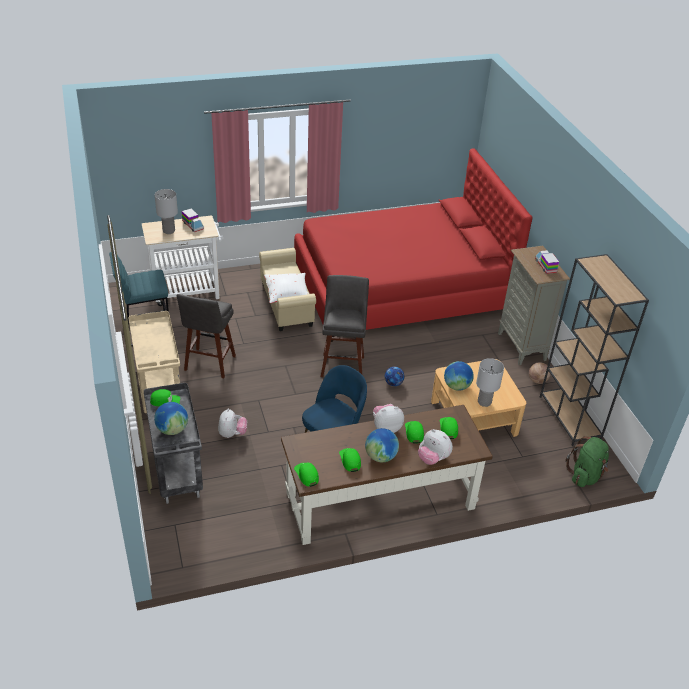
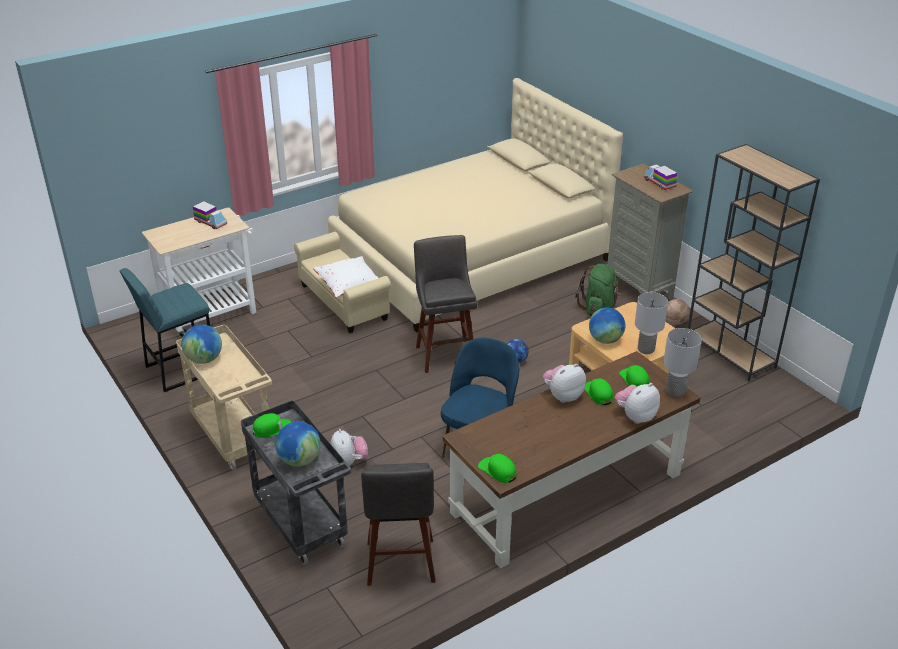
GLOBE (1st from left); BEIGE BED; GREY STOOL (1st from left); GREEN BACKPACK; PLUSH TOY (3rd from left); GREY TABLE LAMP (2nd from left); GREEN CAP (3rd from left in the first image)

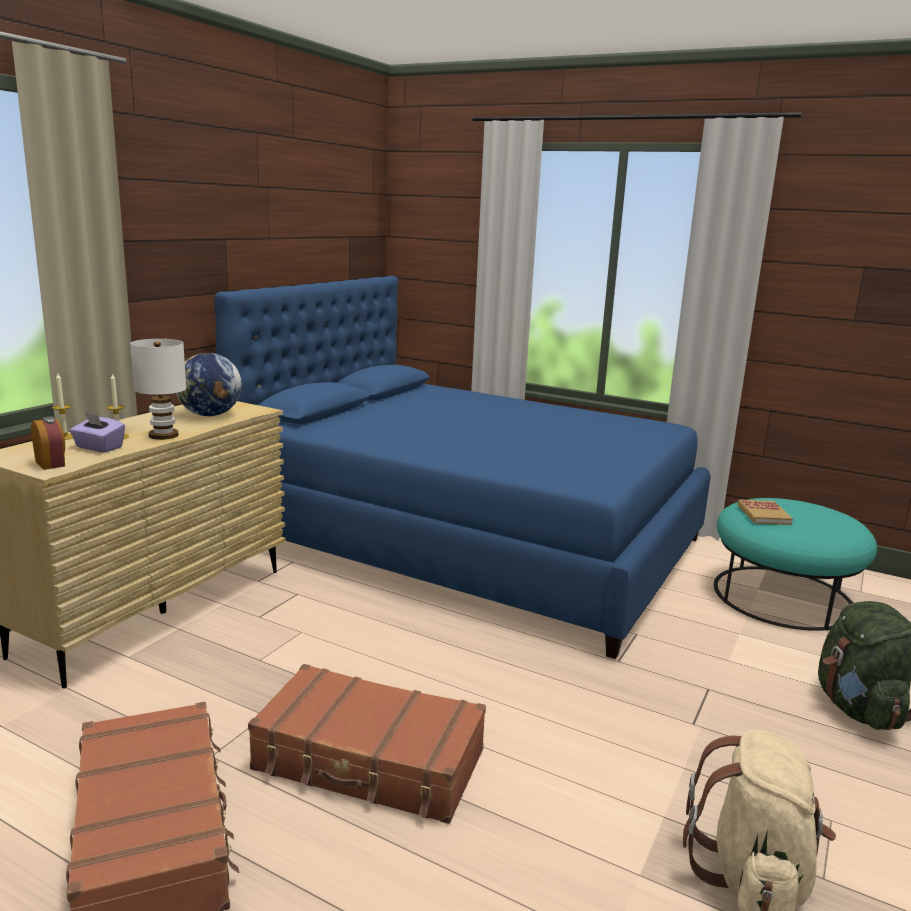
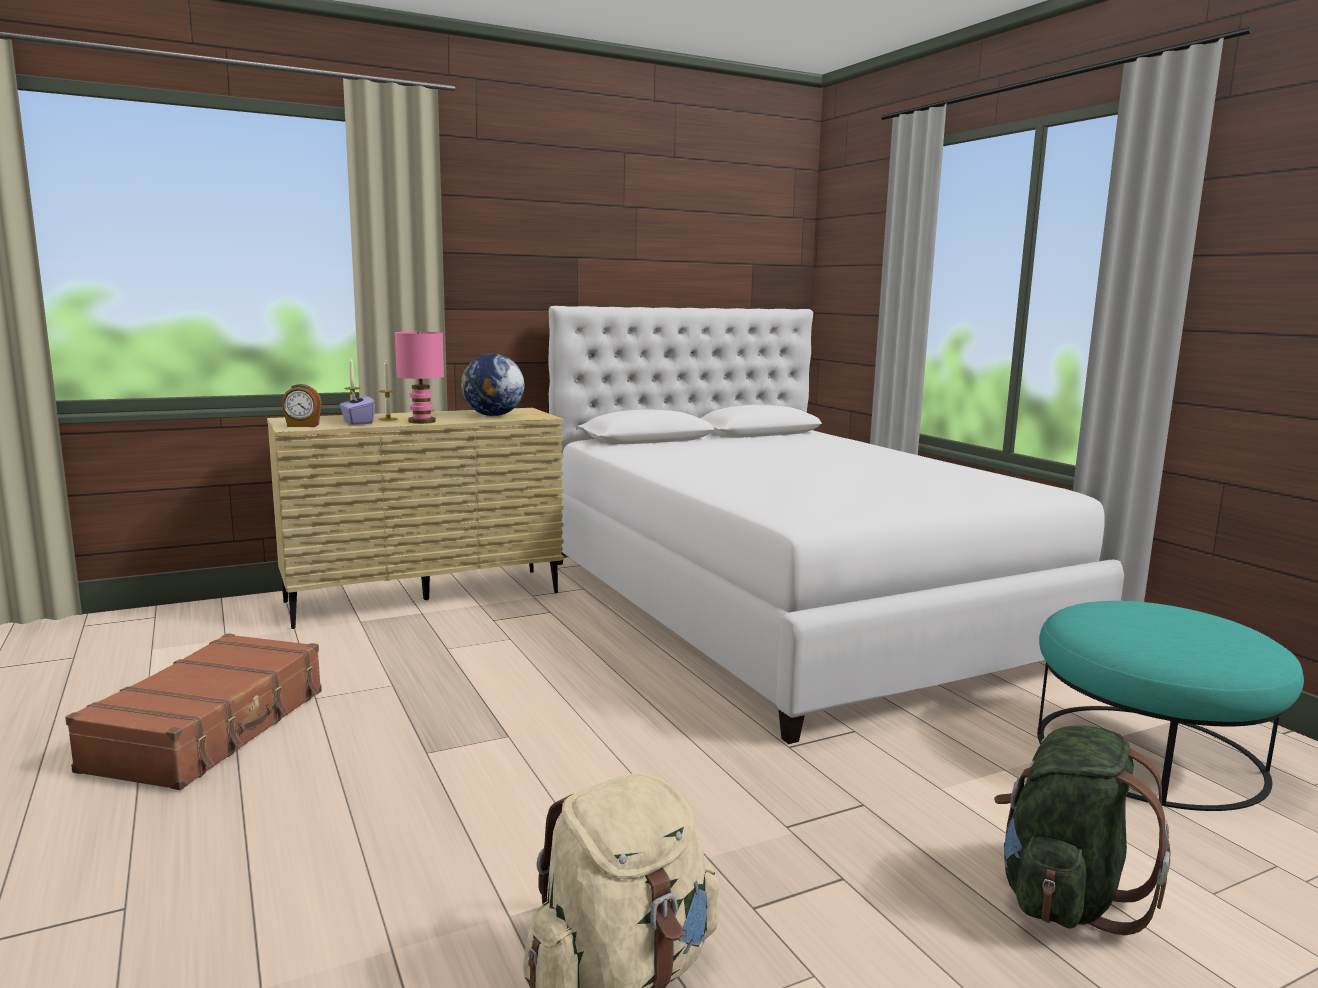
ALARM CLOCK; PINK TABLE LAMP; WHITE BED; BROWN SUITCASE (2nd from left in the first image); BOOK

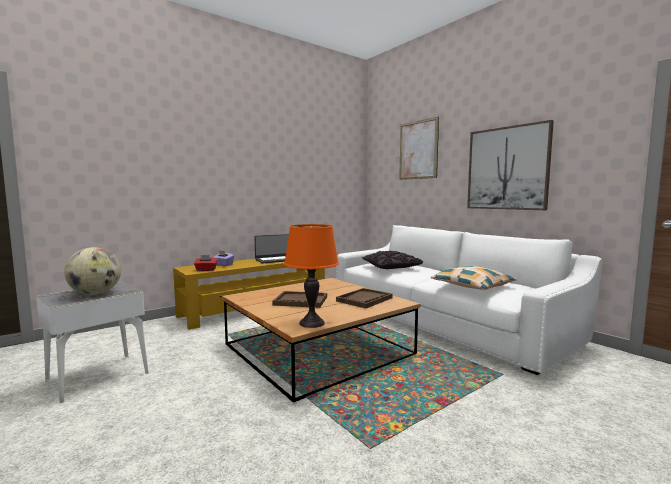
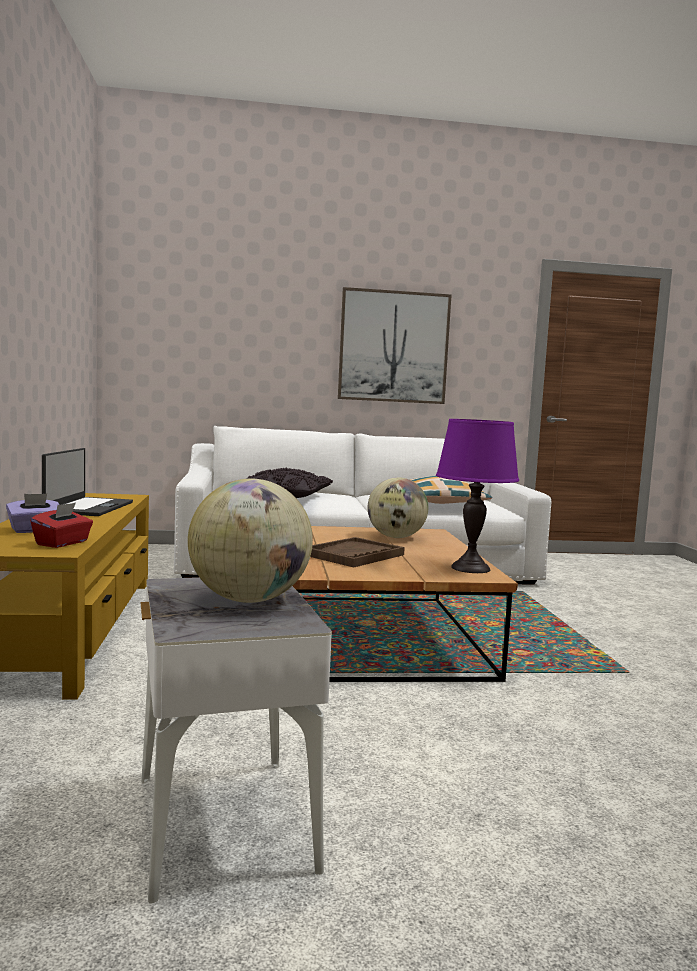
GLOBE (2nd from left); PURPLE TABLE LAMP; PICTURE (1st from left in the first image)

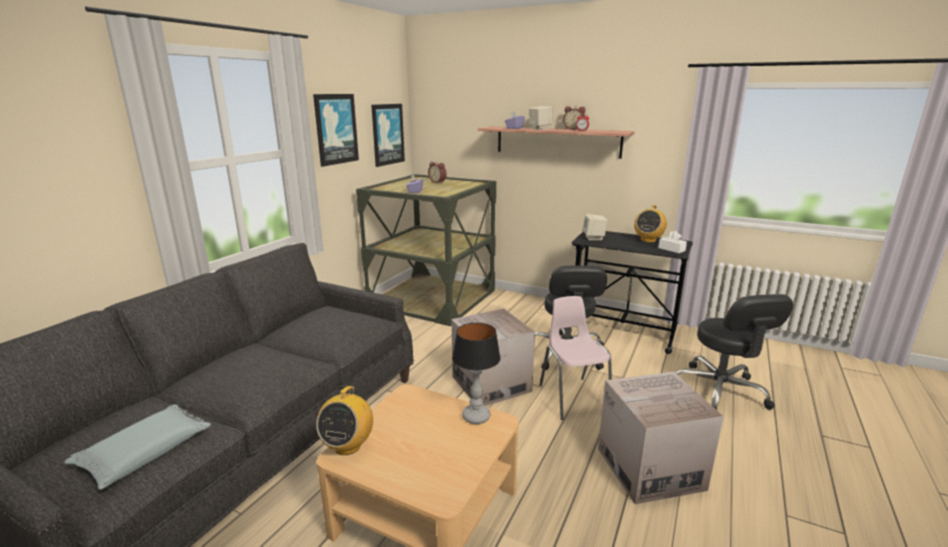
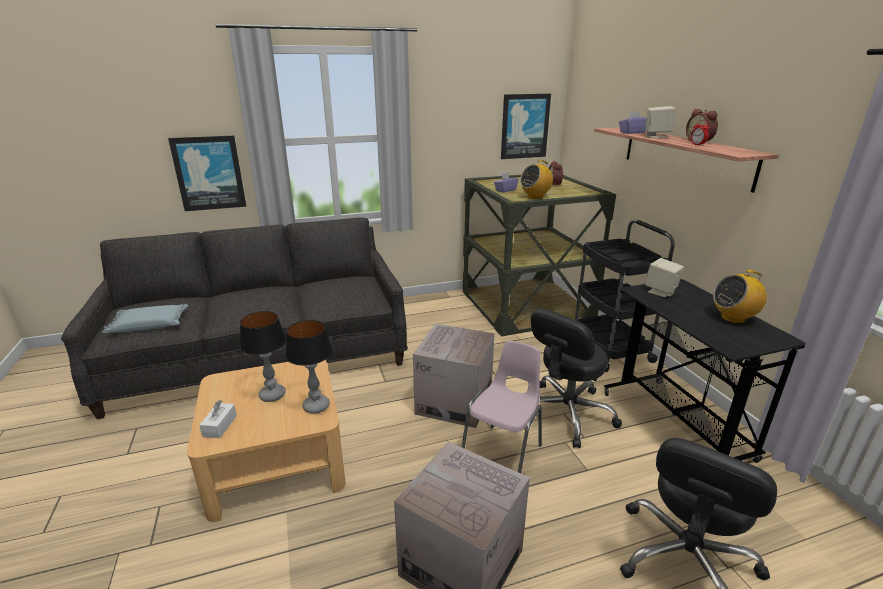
PICTURE (1st from left); WHITE TISSUE BOX; TABLE LAMP (1st from left); RADIO (1st from left); BLACK CART

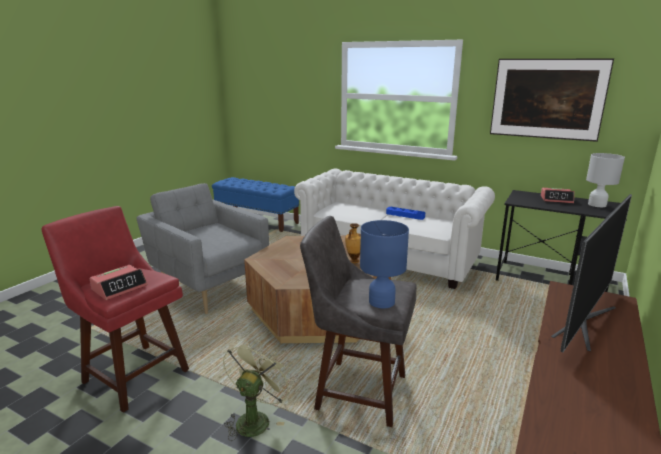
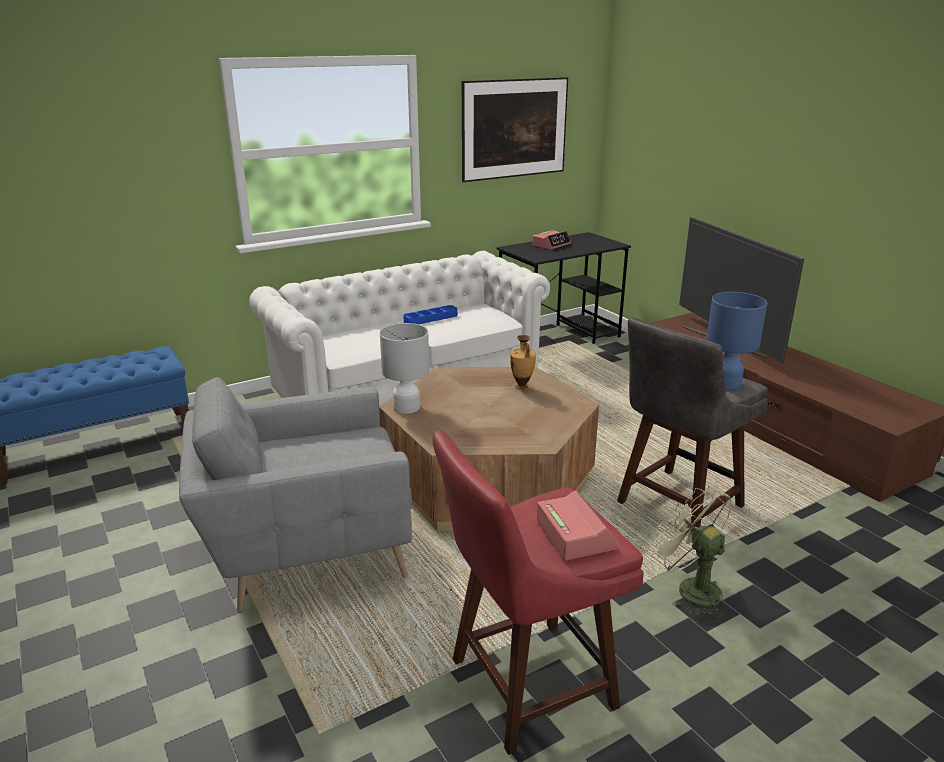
GREY TABLE LAMP

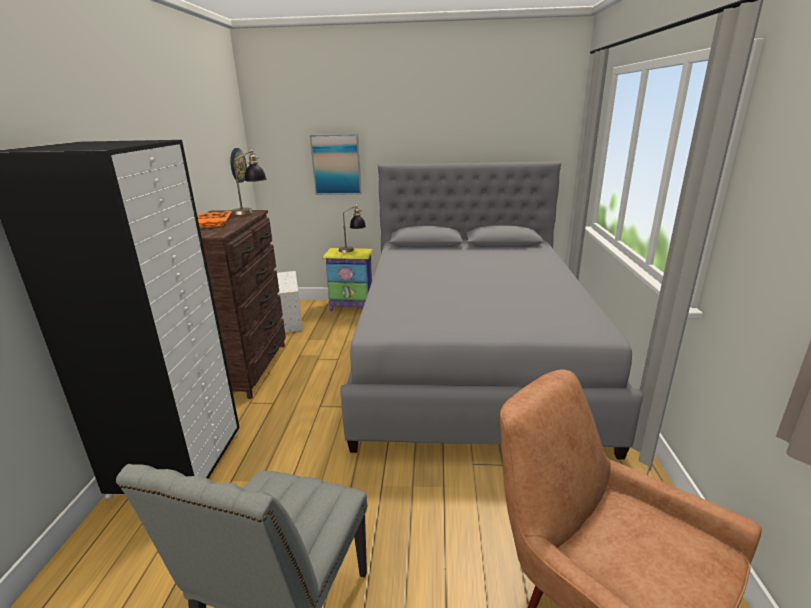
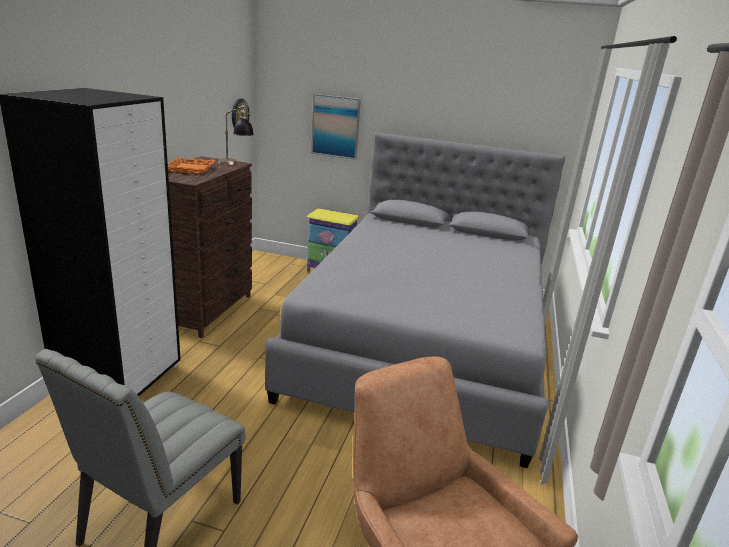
WHITE STORAGE BOX; TABLE LAMP (2nd from left in the first image)

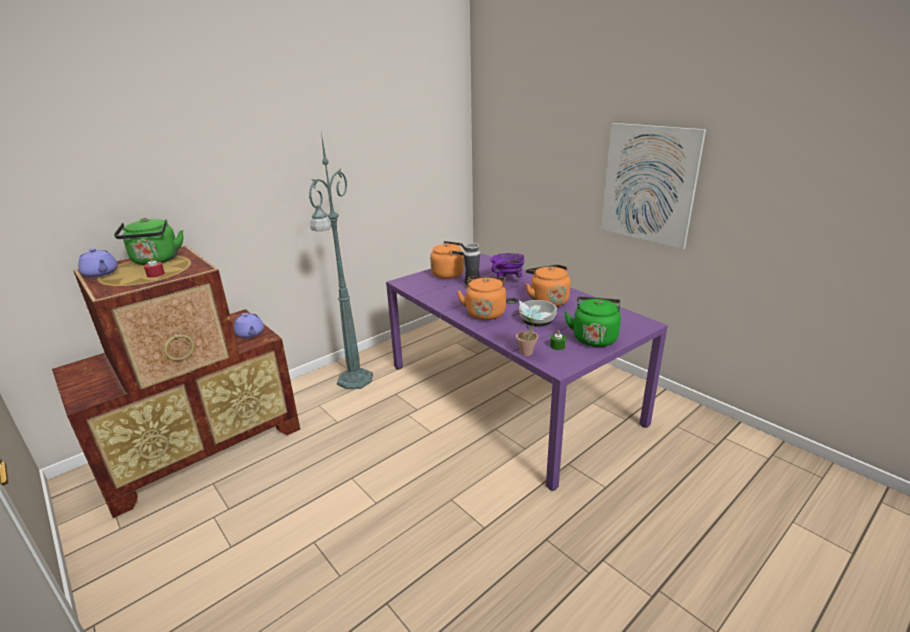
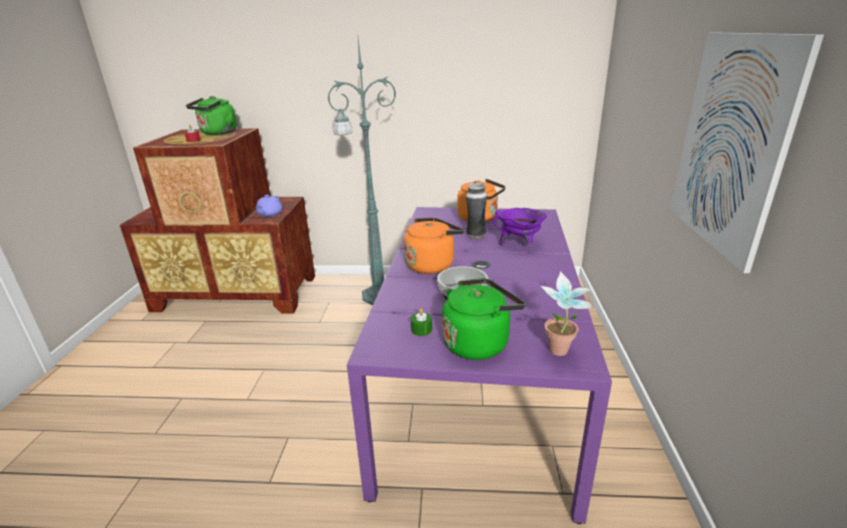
POTTED PLANT; PURPLE TEAPOT (1st from left in the first image); ORANGE KETTLE (3rd from left in the first image)

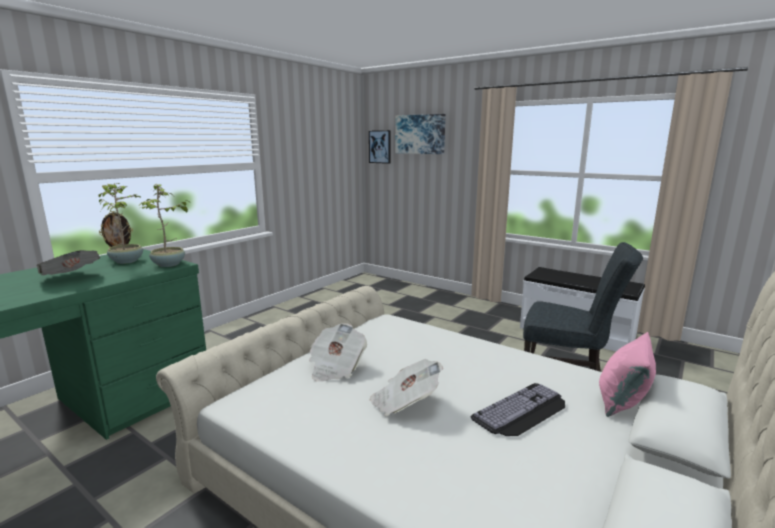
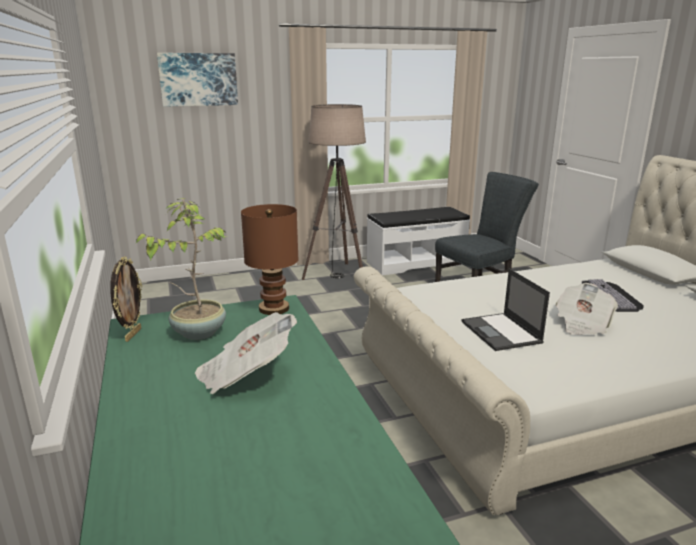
BROWN TABLE LAMP; FLOOR LAMP; LAPTOP; PICTURE (1st from left in the first image); PINK PILLOW

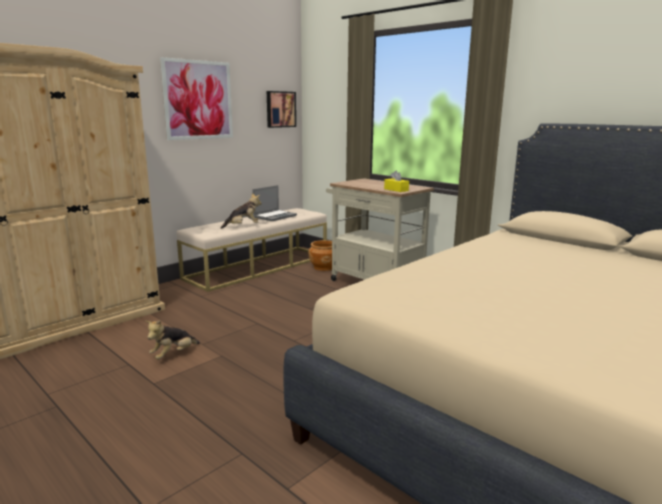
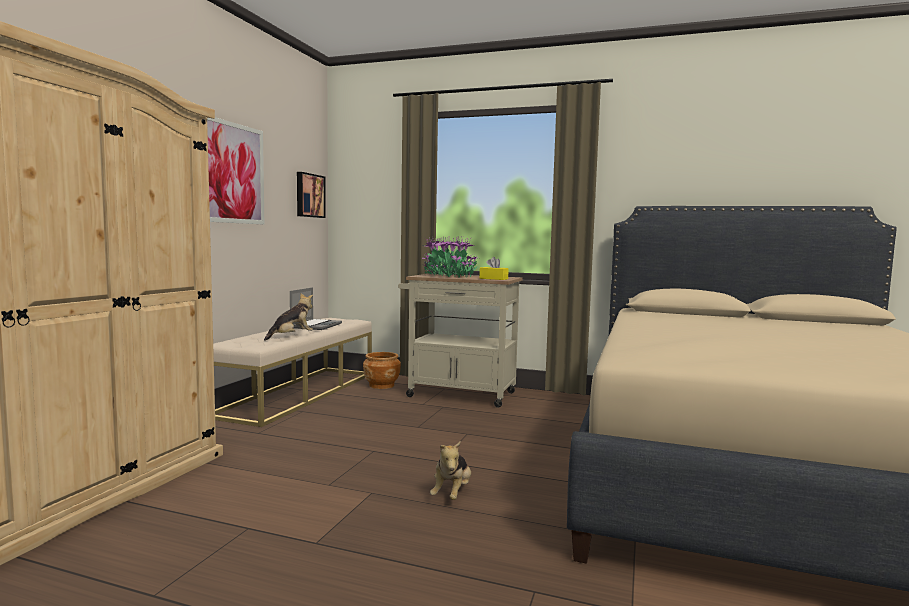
POTTED PLANT; PLUSH TOY (2nd from left)

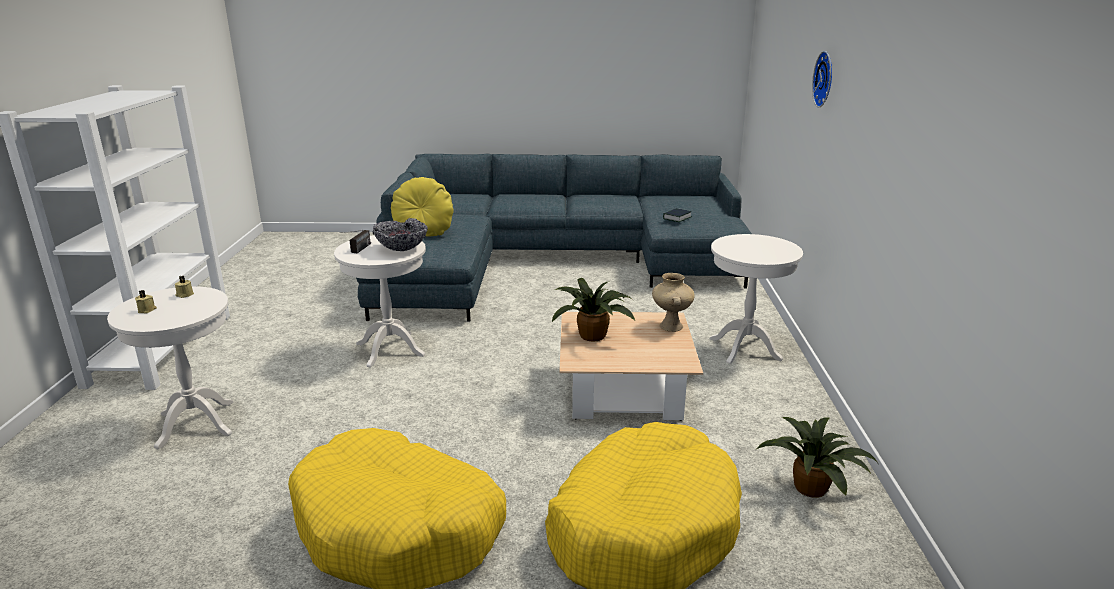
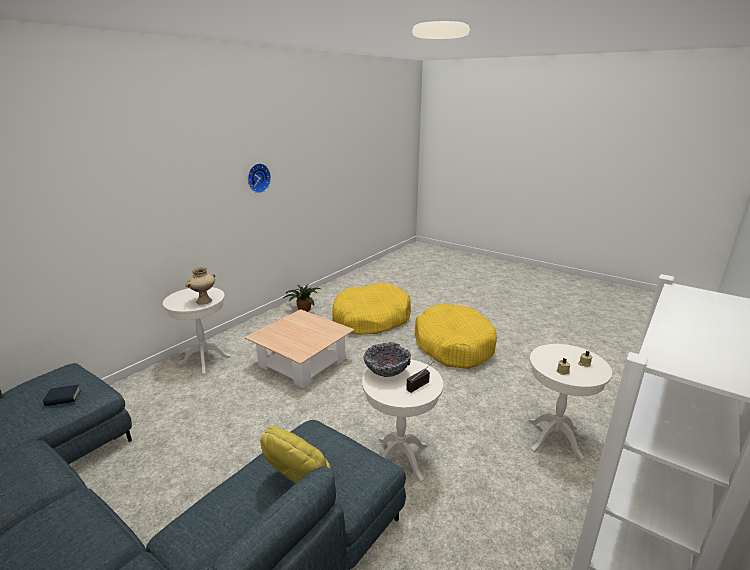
BEIGE VASE; WALL CLOCK; POTTED PLANT (1st from left in the first image)

